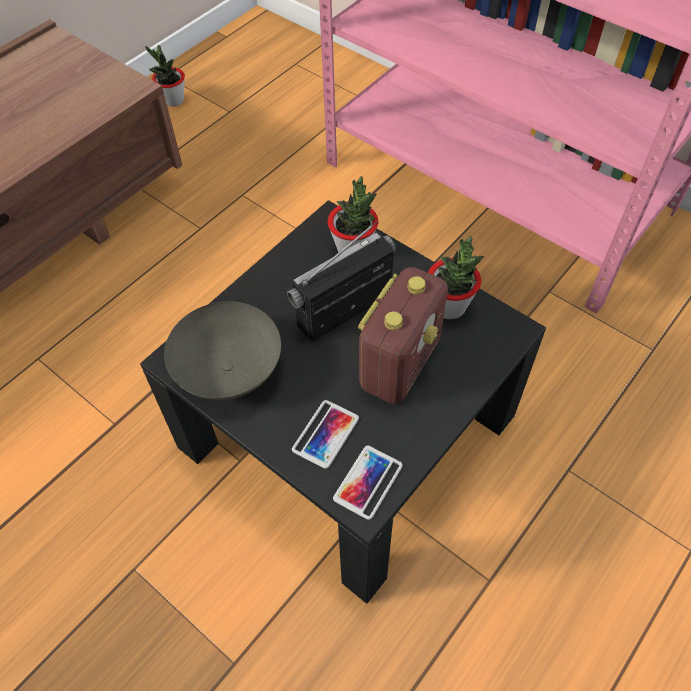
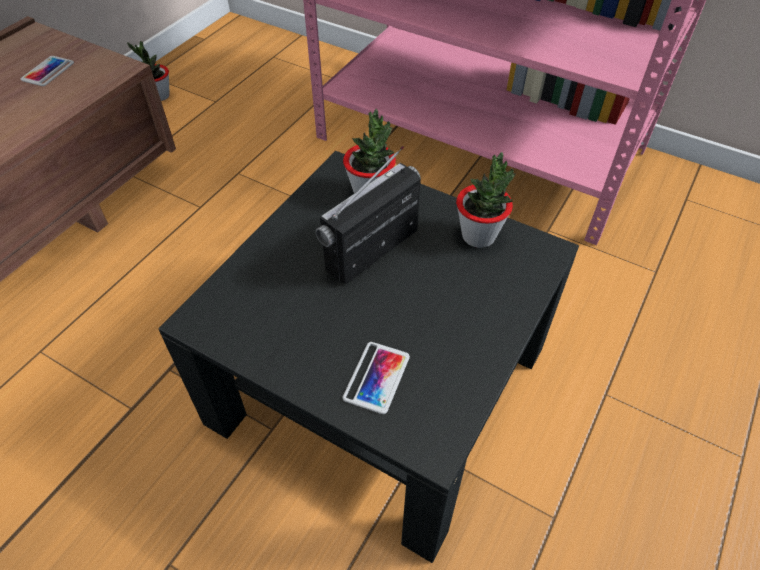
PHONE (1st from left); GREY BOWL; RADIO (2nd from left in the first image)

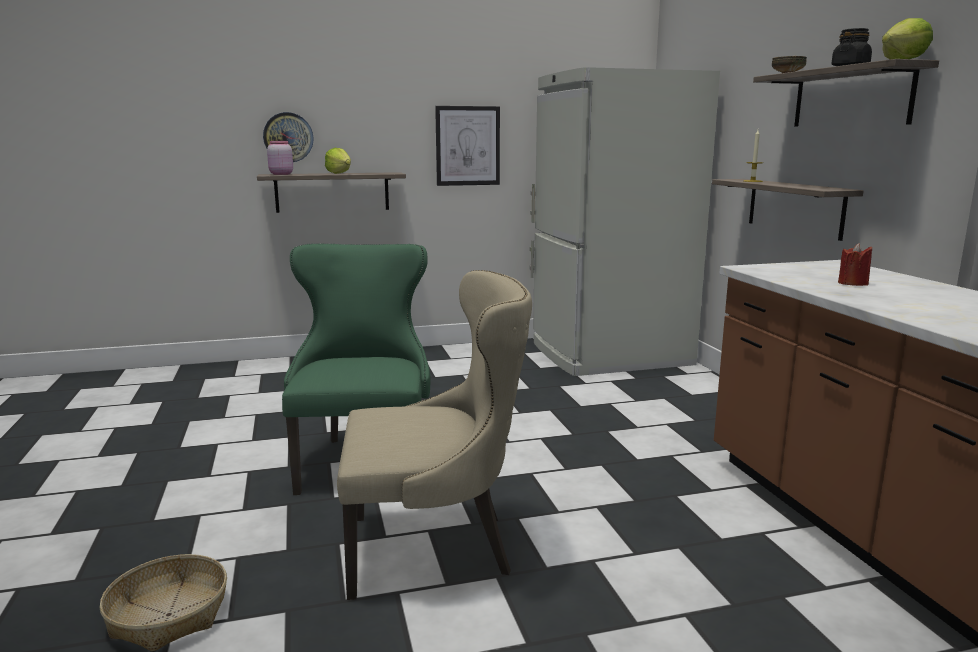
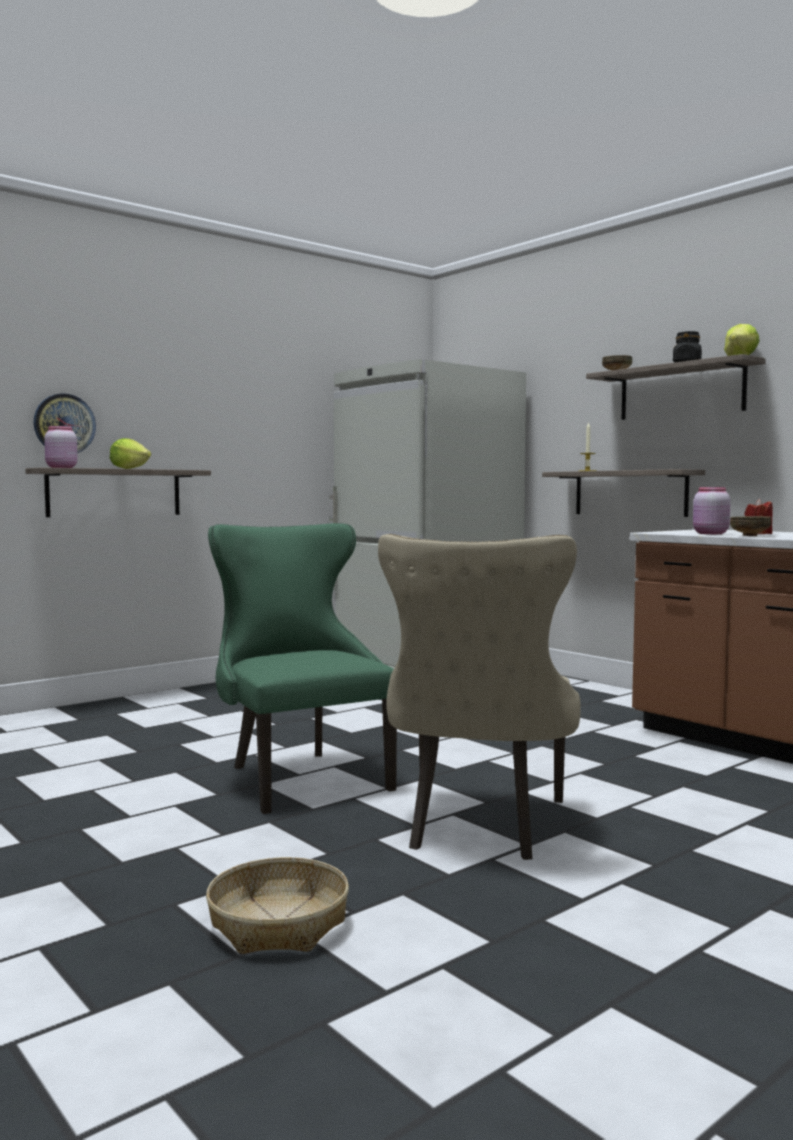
BEIGE CHAIR; PINK JAR (2nd from left); BOWL (2nd from left); PICTURE

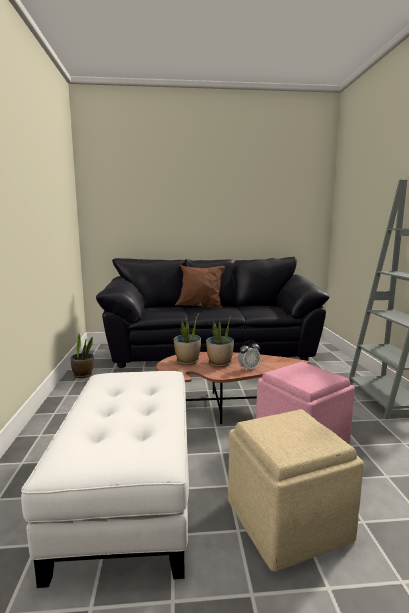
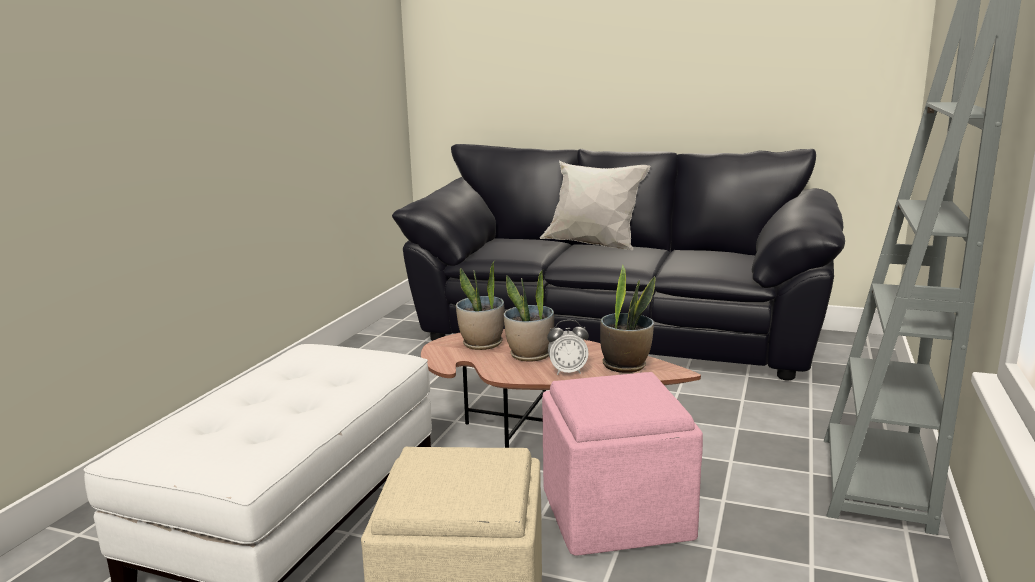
WHITE PILLOW; POTTED PLANT (3rd from left)

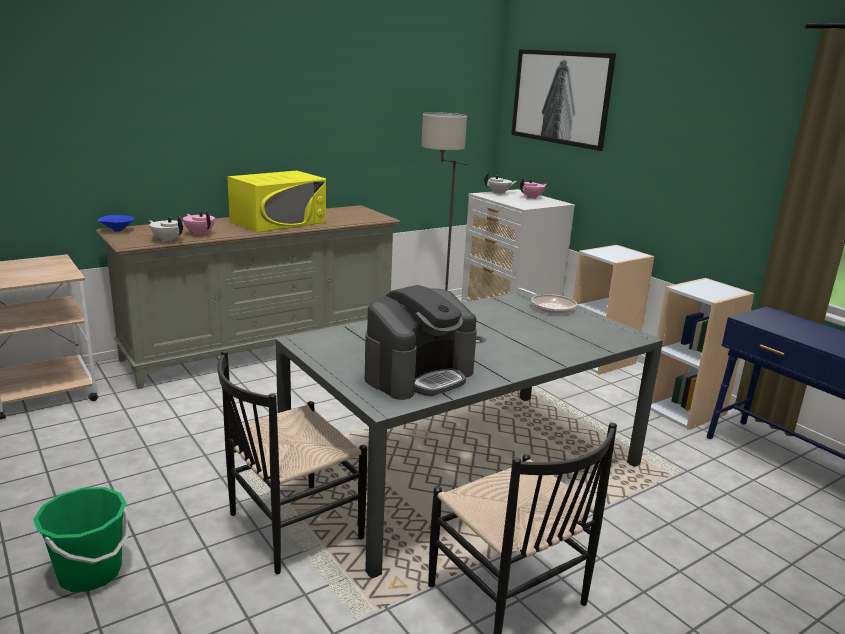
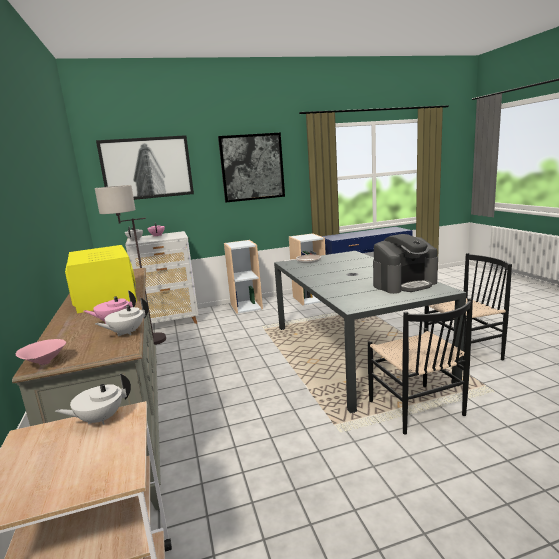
PINK BOWL; WHITE TEAPOT (1st from left); PICTURE (2nd from left); COFFEE MACHINE; GREEN BUCKET

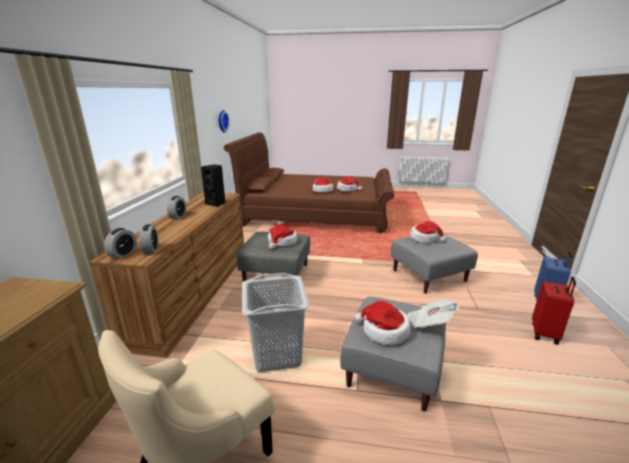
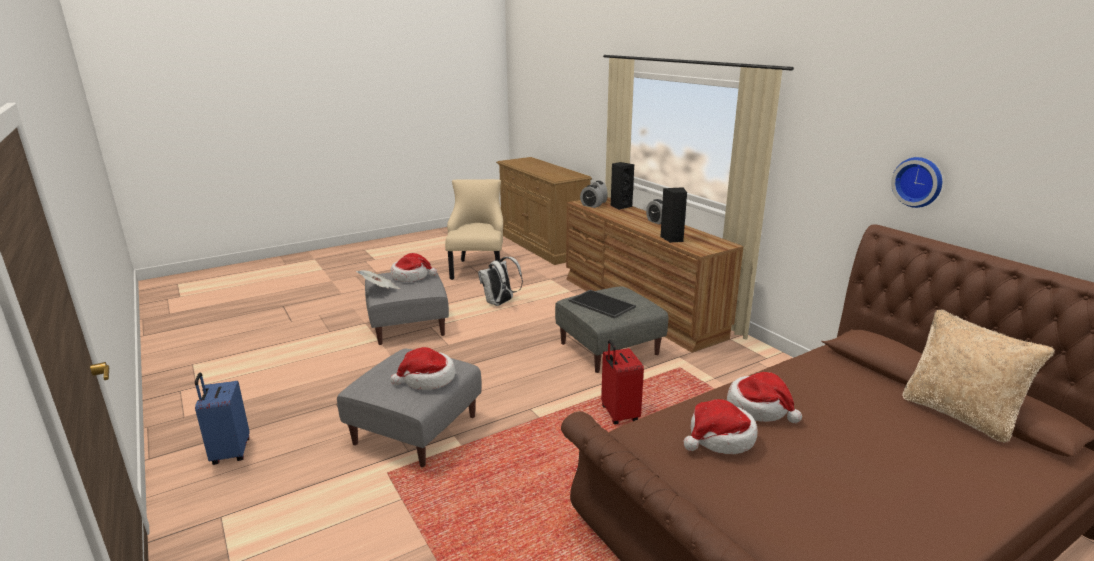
WHITE BACKPACK; TRAY; RED SUITCASE; BLACK SPEAKER (1st from left); BEIGE PILLOW

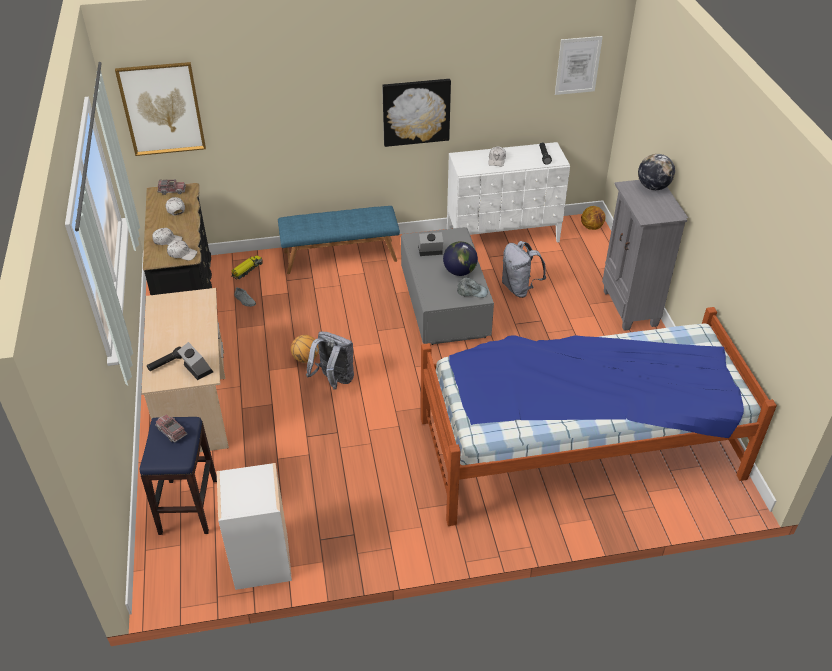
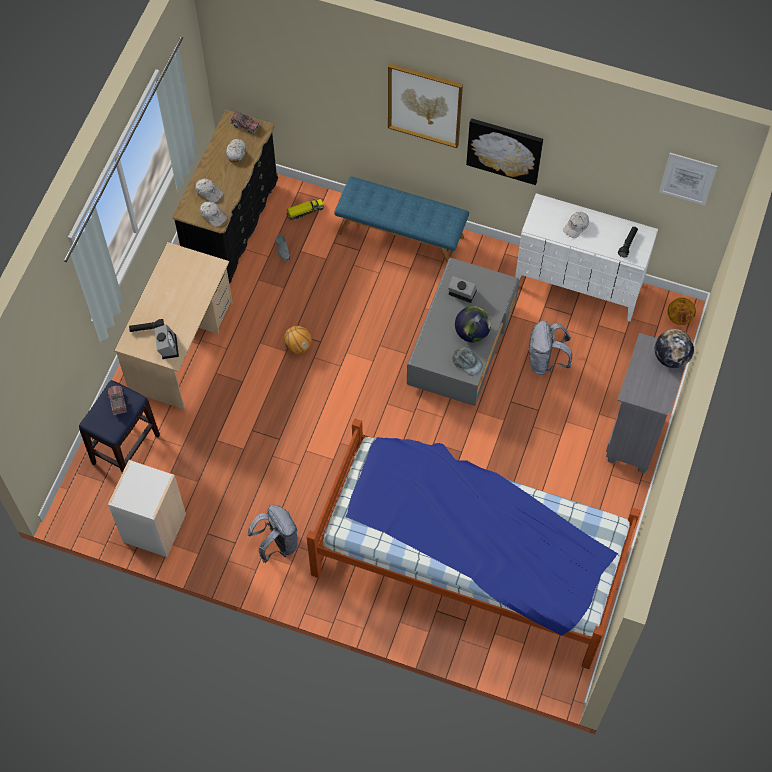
GREY BACKPACK (1st from left); PICTURE (1st from left)

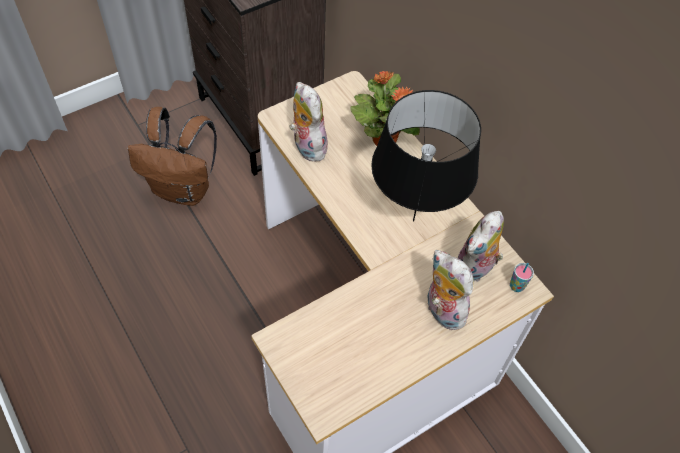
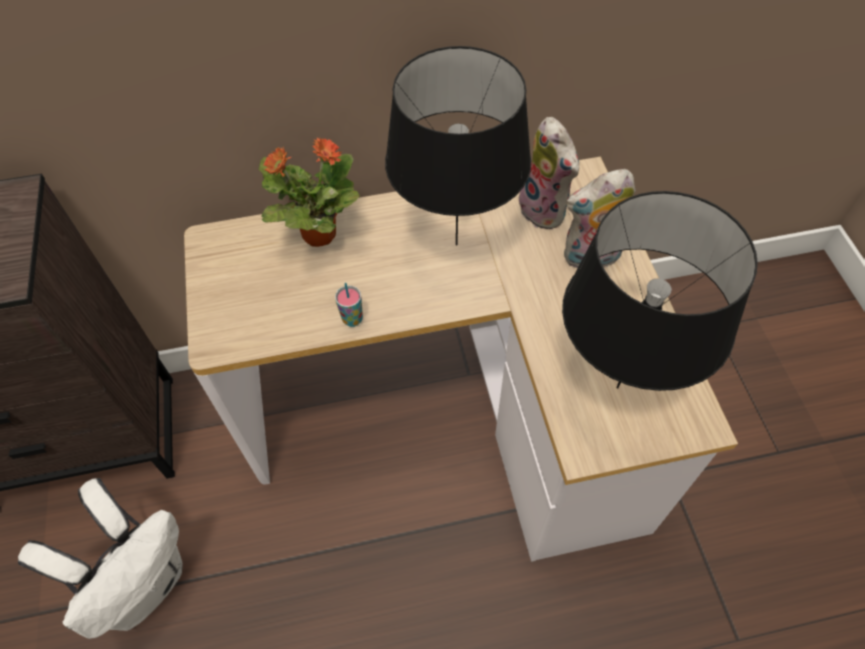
WHITE BACKPACK; CUP; BLACK TABLE LAMP (2nd from left); PLUSH TOY (1st from left in the first image)

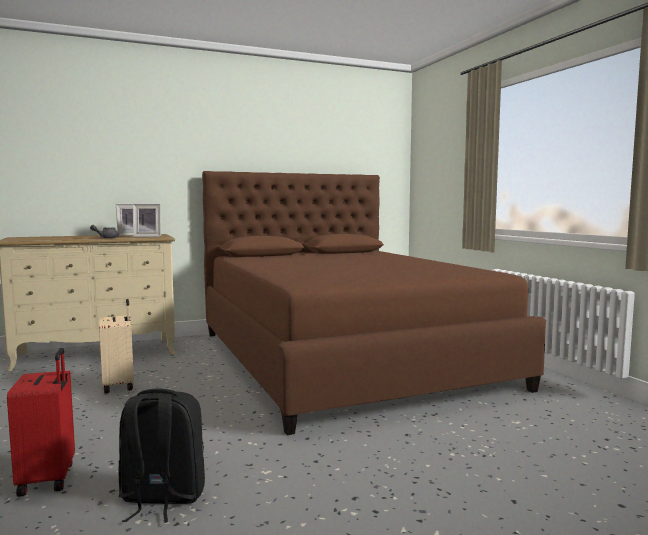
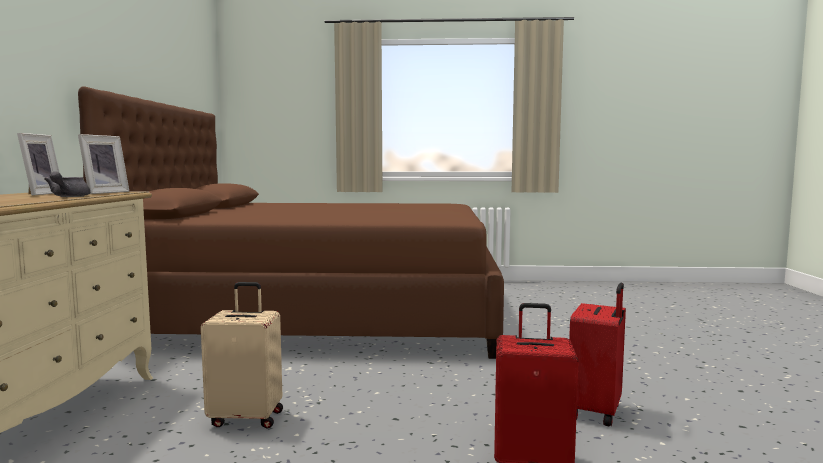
RED SUITCASE (2nd from left)

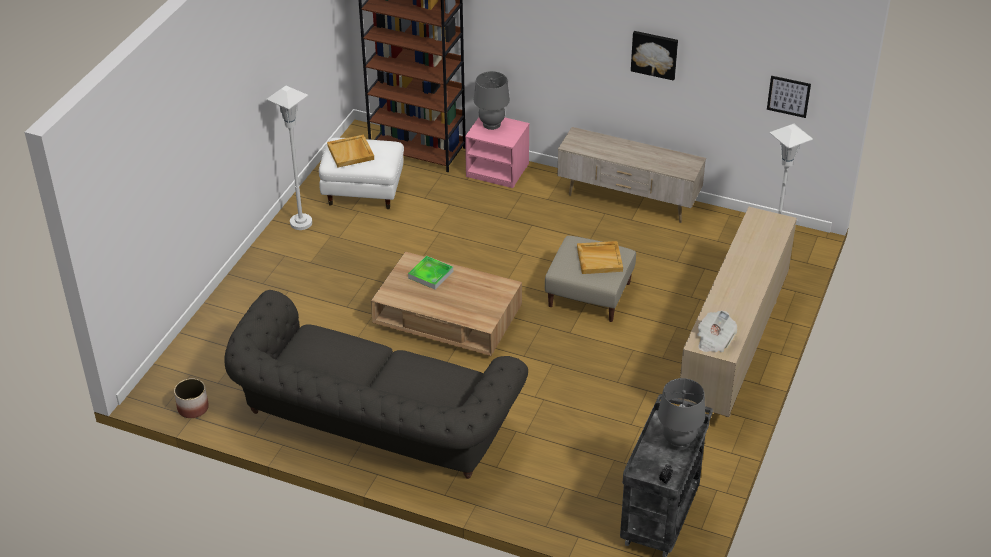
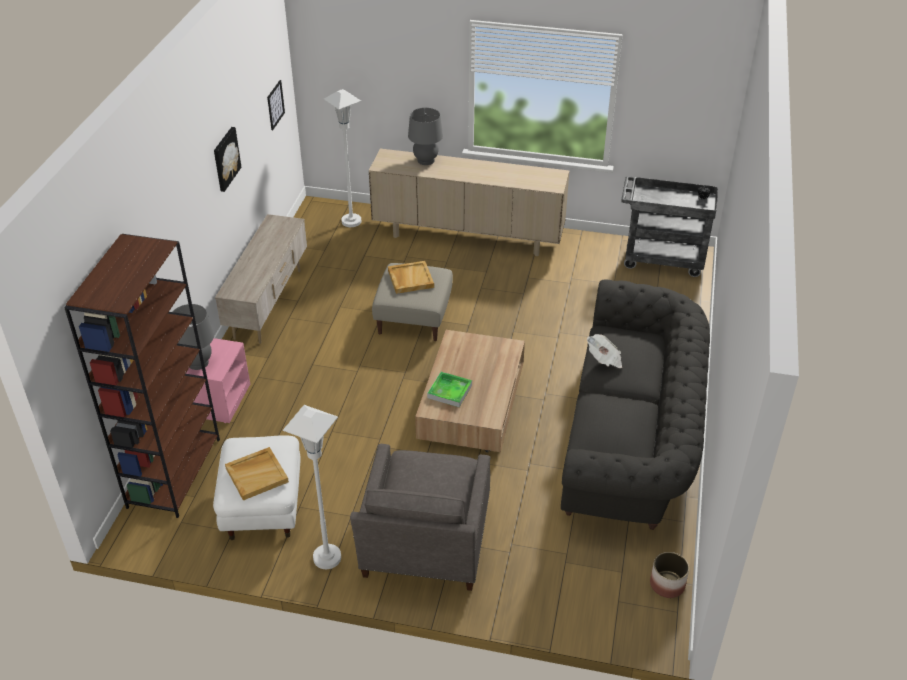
GREY ARMCHAIR; GREY TABLE LAMP (2nd from left); NEWSPAPER

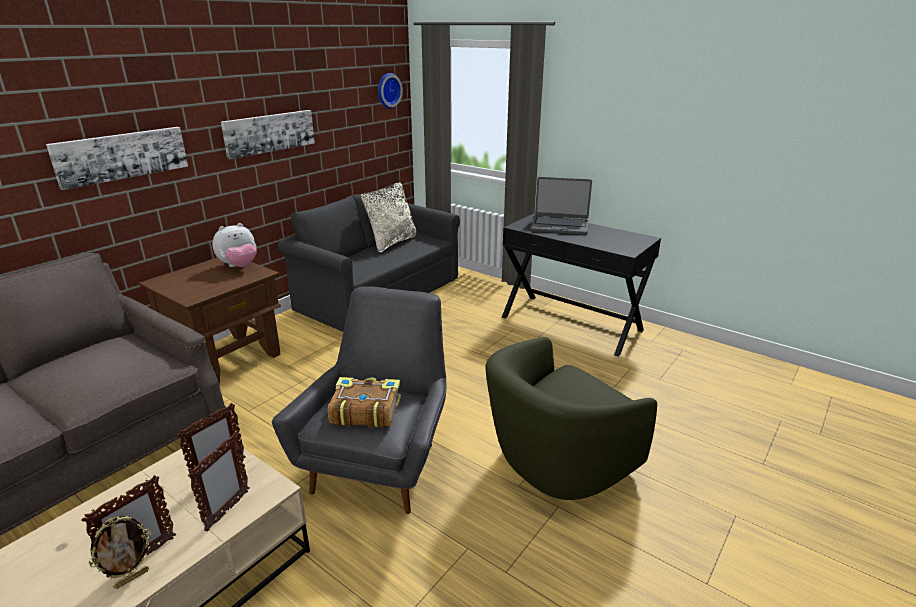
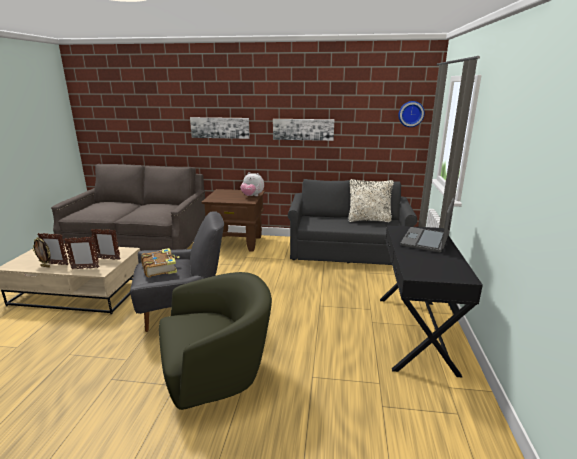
GREEN ARMCHAIR; LAPTOP

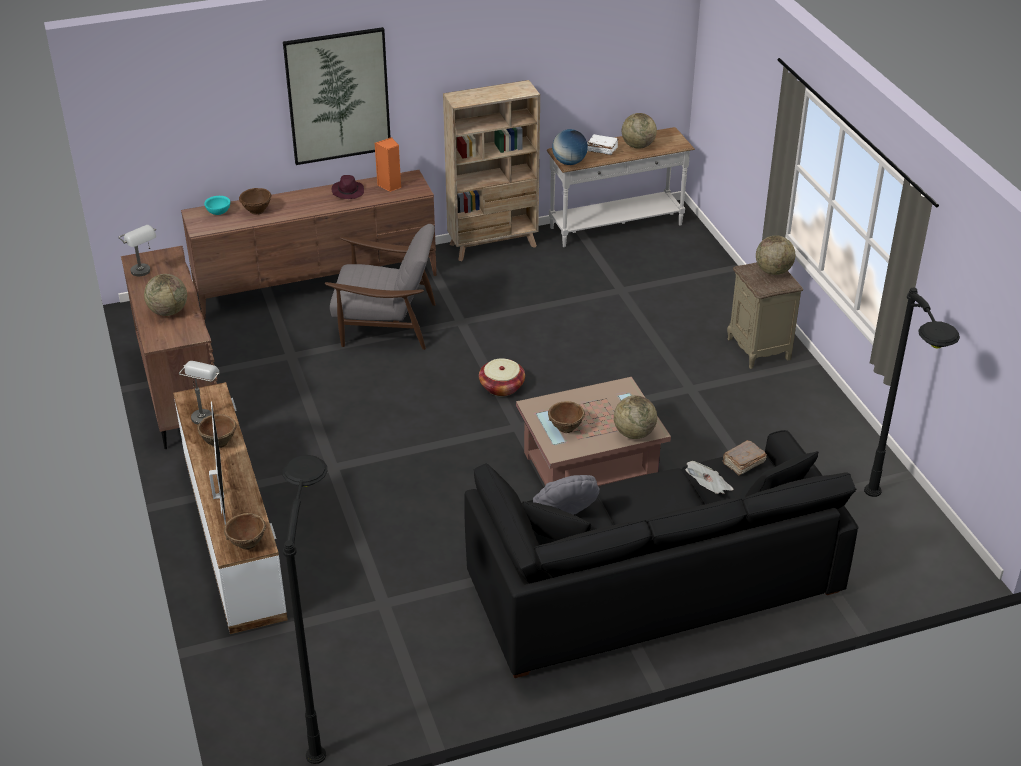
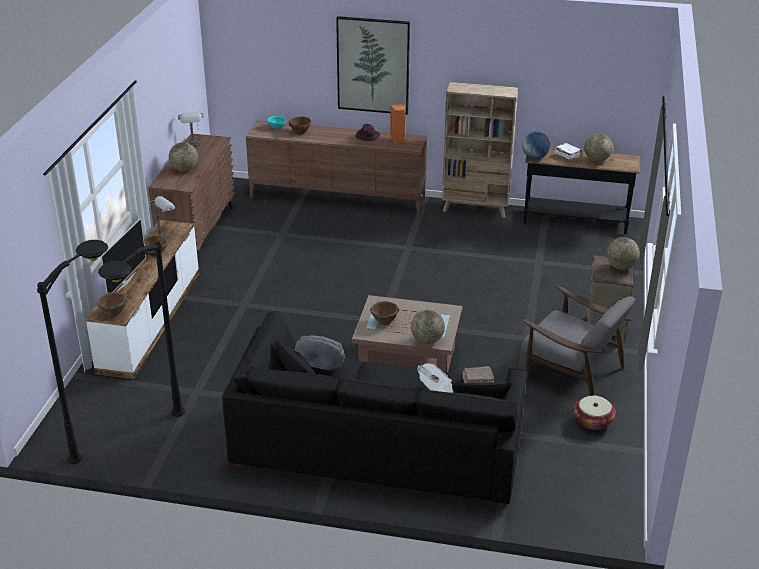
BLACK FLOOR LAMP (2nd from left); GREY ARMCHAIR; BLACK CONSOLE TABLE; BASKET

